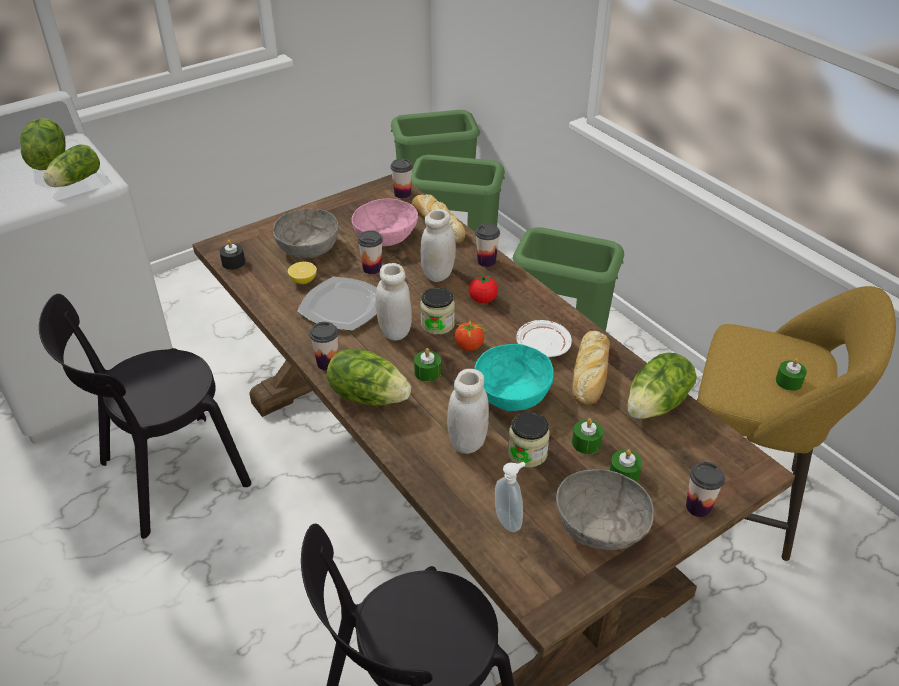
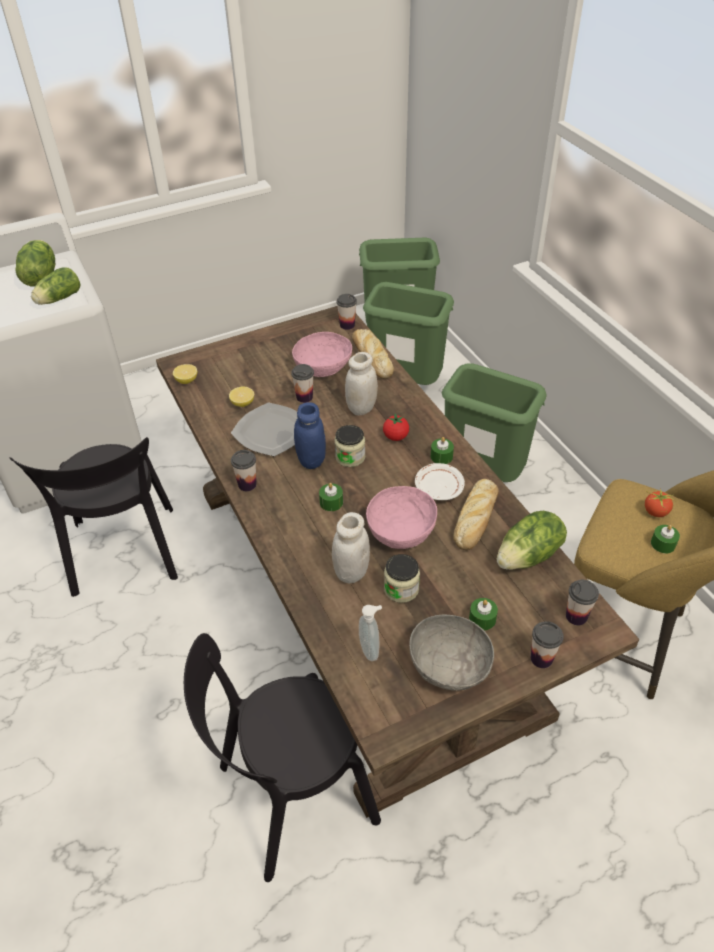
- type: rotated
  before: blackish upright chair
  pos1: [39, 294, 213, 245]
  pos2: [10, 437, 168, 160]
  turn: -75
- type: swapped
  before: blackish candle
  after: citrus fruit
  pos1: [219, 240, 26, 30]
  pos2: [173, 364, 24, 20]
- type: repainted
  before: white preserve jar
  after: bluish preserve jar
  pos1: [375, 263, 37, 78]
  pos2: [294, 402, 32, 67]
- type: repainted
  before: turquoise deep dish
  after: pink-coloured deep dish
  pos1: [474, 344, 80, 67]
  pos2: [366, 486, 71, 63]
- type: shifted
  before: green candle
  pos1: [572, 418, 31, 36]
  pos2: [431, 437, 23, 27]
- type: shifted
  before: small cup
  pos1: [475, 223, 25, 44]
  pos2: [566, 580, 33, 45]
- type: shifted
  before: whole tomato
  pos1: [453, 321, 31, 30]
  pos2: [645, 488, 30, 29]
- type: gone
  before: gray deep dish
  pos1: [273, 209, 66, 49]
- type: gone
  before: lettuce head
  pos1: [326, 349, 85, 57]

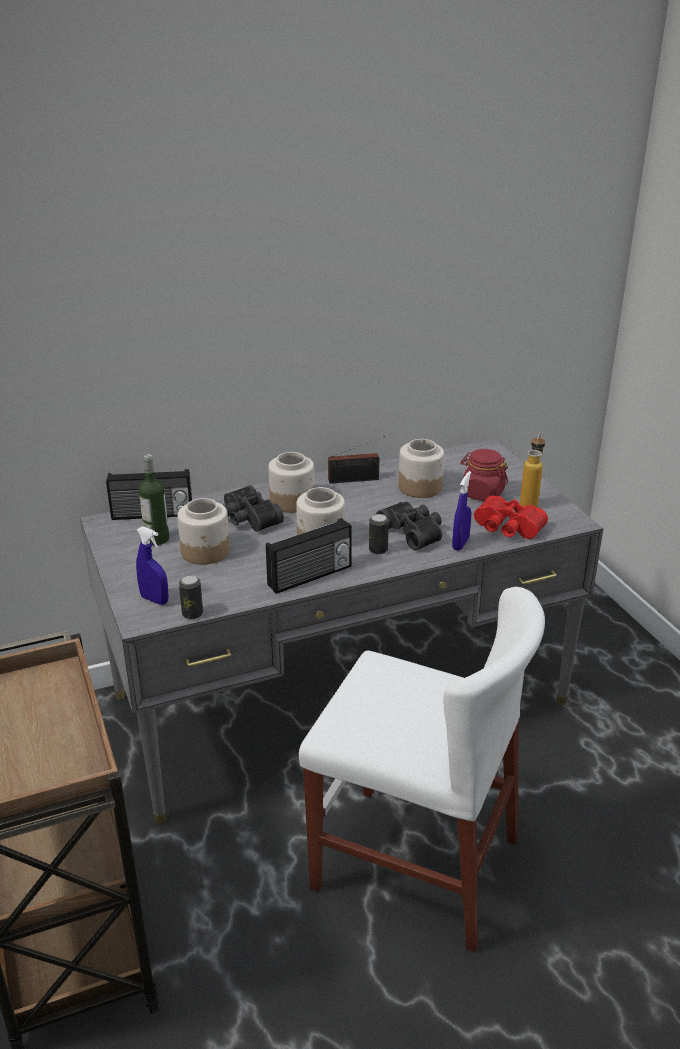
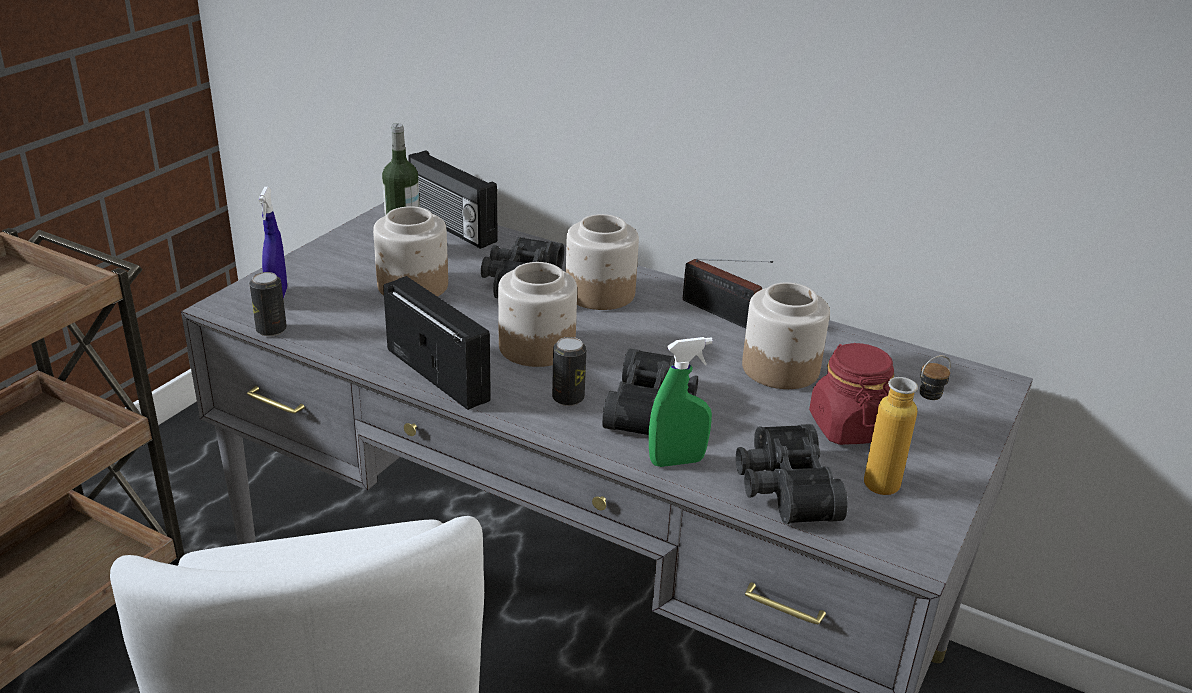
- type: rotated
  before: radio
  pos1: [266, 518, 86, 76]
  pos2: [383, 276, 108, 134]
  turn: -150
- type: repainted
  before: bluish hand sprayer
  after: green hand sprayer
  pos1: [452, 471, 19, 80]
  pos2: [649, 337, 64, 130]
- type: repainted
  before: red pair of binoculars
  after: blackish pair of binoculars
  pos1: [474, 496, 74, 43]
  pos2: [736, 424, 112, 100]

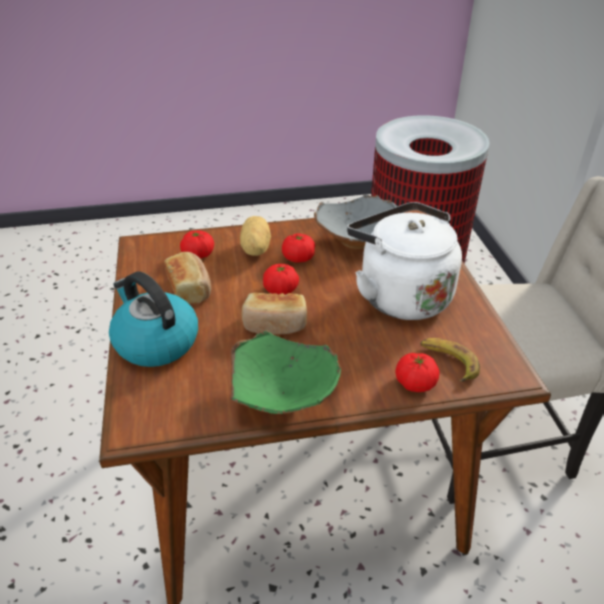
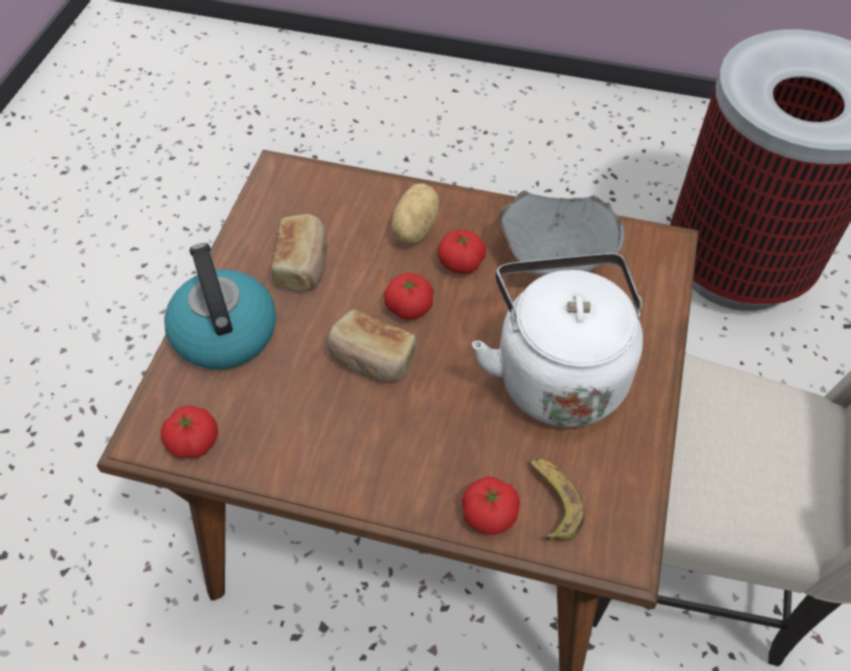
- type: shifted
  before: whole tomato
  pos1: [180, 230, 34, 29]
  pos2: [161, 405, 57, 54]
- type: gone
  before: green deep dish
  pos1: [230, 330, 111, 84]

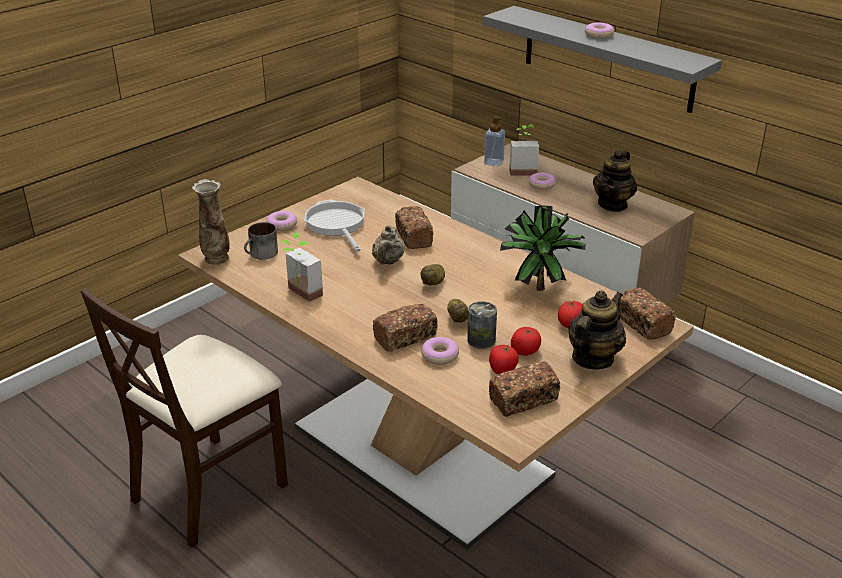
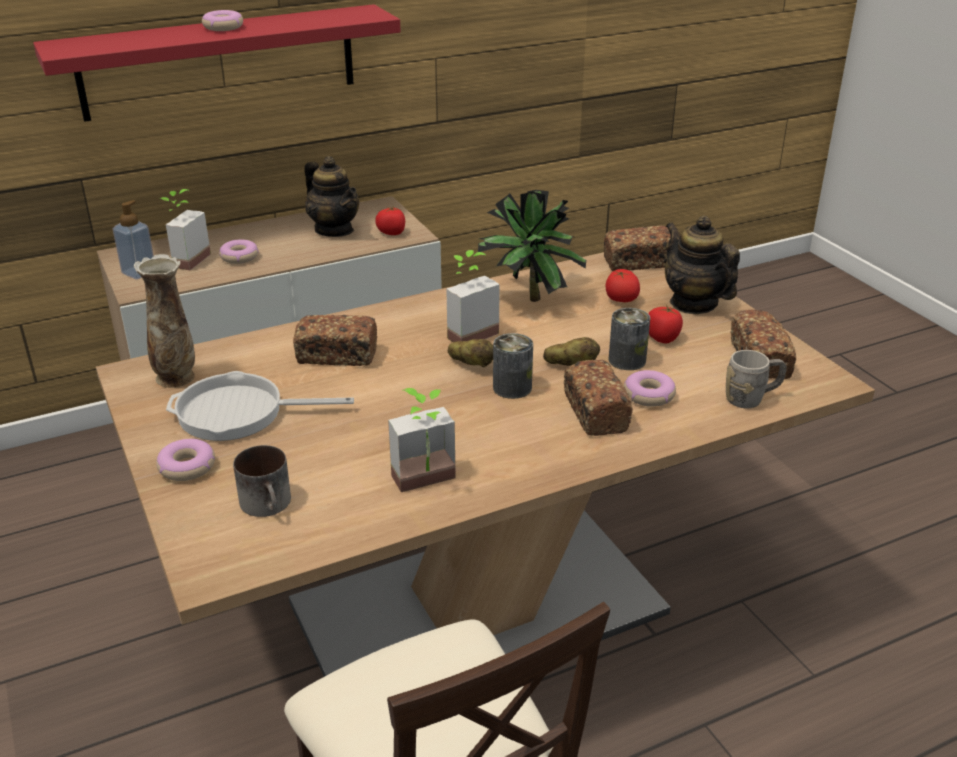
- type: repainted
  before: gray wall shelf
  after: red wall shelf
  pos1: [483, 6, 239, 107]
  pos2: [33, 4, 368, 118]
- type: shifted
  before: vase
  pos1: [192, 179, 38, 86]
  pos2: [134, 254, 61, 134]
- type: shifted
  before: whole tomato
  pos1: [489, 345, 30, 29]
  pos2: [375, 206, 30, 29]
- type: new
  after: houseplant
  pos2: [446, 250, 54, 92]
- type: new
  after: metal can
  pos2: [493, 333, 40, 66]
- type: new
  after: gray mug
  pos2: [725, 350, 62, 58]
- type: gone
  before: beige pot for tea
  pos1: [372, 225, 32, 40]

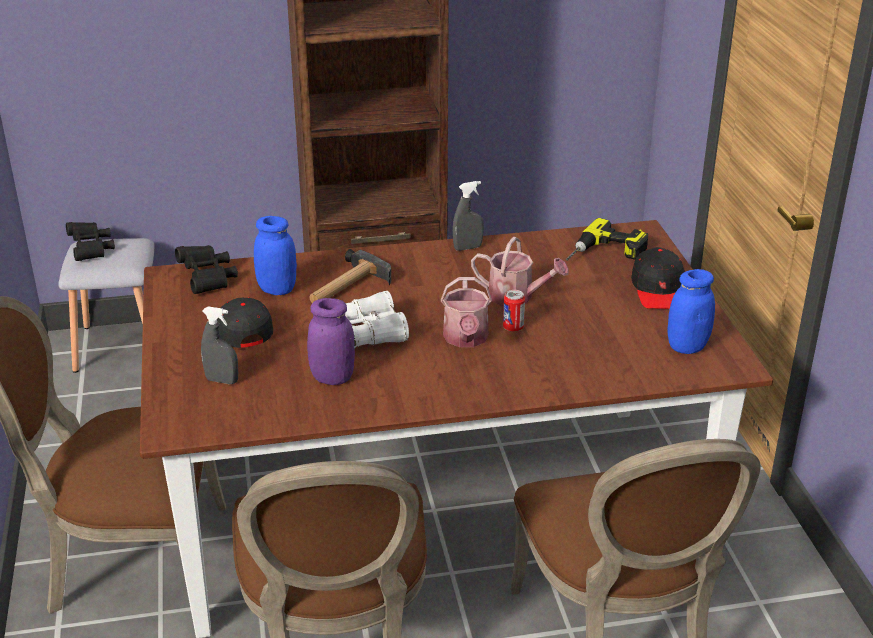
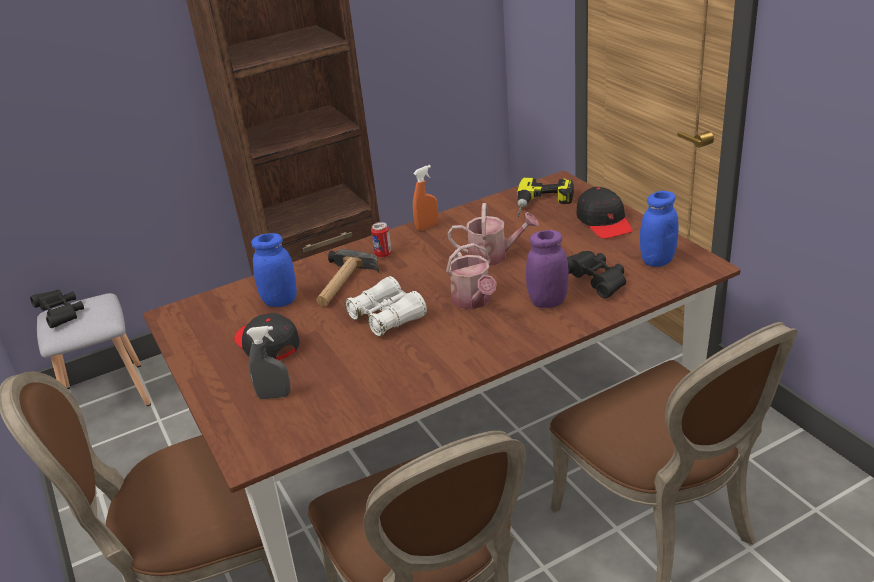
- type: shifted
  before: metal can
  pos1: [503, 290, 22, 42]
  pos2: [371, 222, 21, 36]
- type: repainted
  before: gray hand sprayer
  after: orange-coloured hand sprayer
  pos1: [453, 181, 31, 70]
  pos2: [413, 165, 25, 66]
- type: shifted
  before: purple-coloured preserve jar
  pos1: [307, 298, 48, 87]
  pos2: [526, 230, 43, 78]
- type: shifted
  before: blackish pair of binoculars
  pos1: [175, 245, 63, 49]
  pos2: [567, 251, 59, 47]

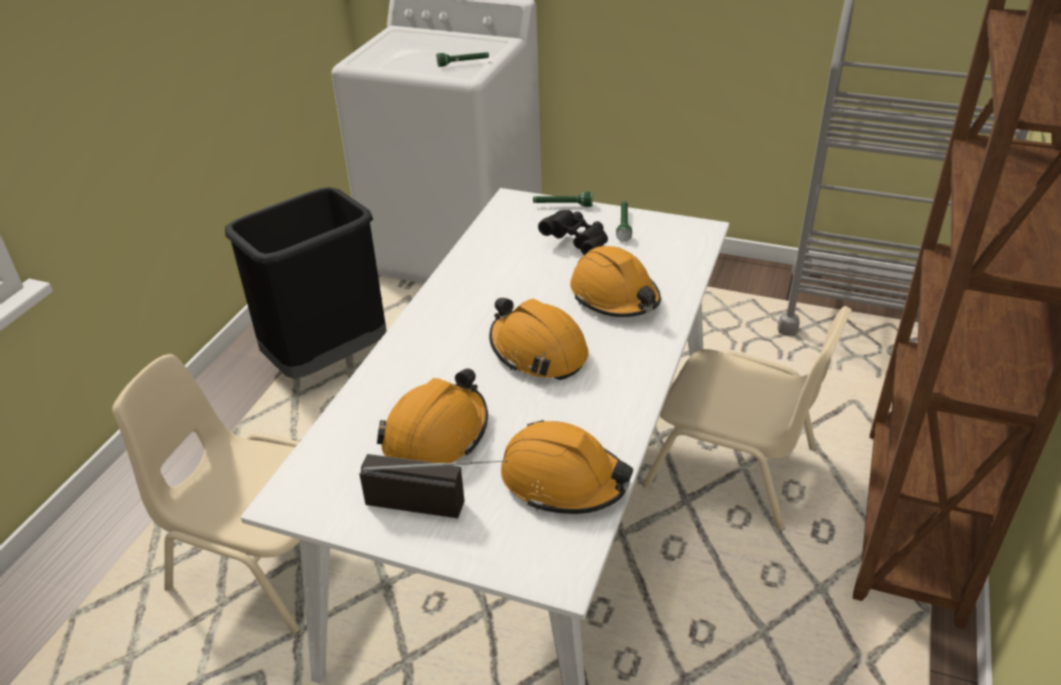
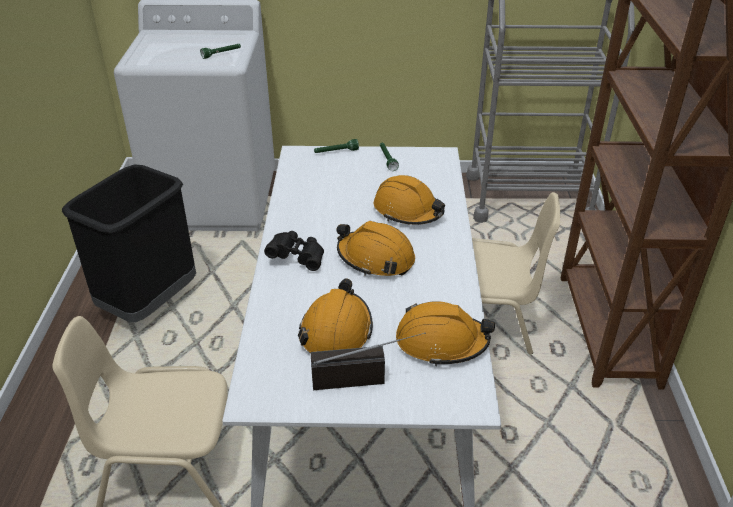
- type: shifted
  before: blackish pair of binoculars
  pos1: [538, 210, 70, 45]
  pos2: [264, 231, 60, 40]

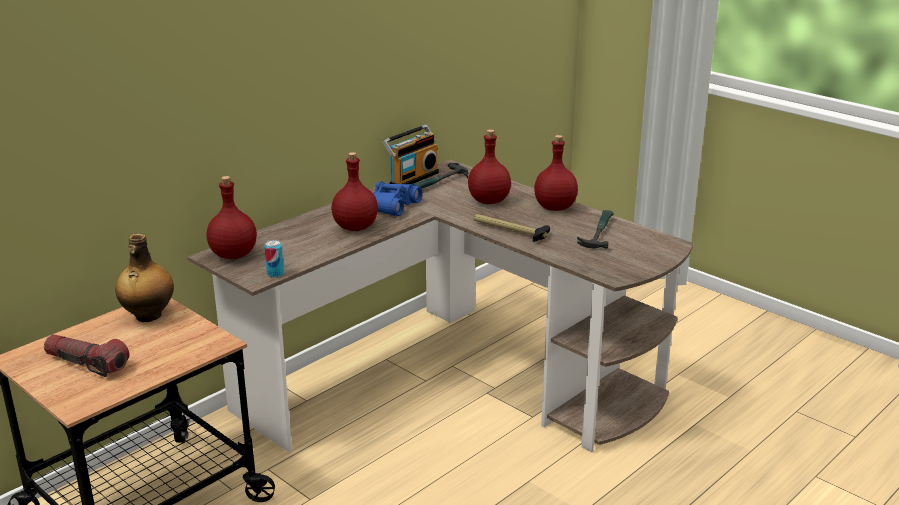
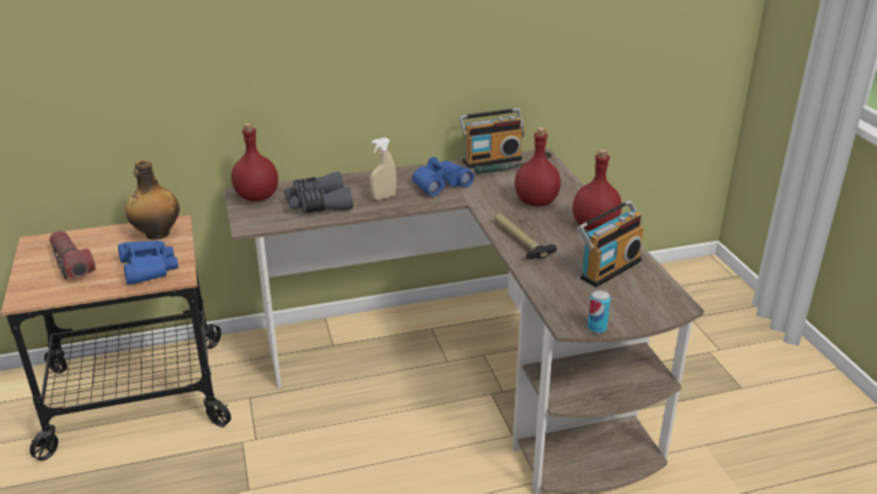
- type: new
  after: bluish pair of binoculars
  pos2: [118, 240, 60, 44]
- type: new
  after: gray pair of binoculars
  pos2: [284, 172, 69, 41]
- type: swapped
  before: red bottle
  after: beige hand sprayer
  pos1: [332, 152, 46, 79]
  pos2: [370, 137, 26, 63]
- type: swapped
  before: tool hammer
  after: radio
  pos1: [577, 210, 37, 39]
  pos2: [577, 200, 67, 87]
- type: shifted
  before: metal can
  pos1: [265, 240, 19, 38]
  pos2: [587, 290, 24, 43]

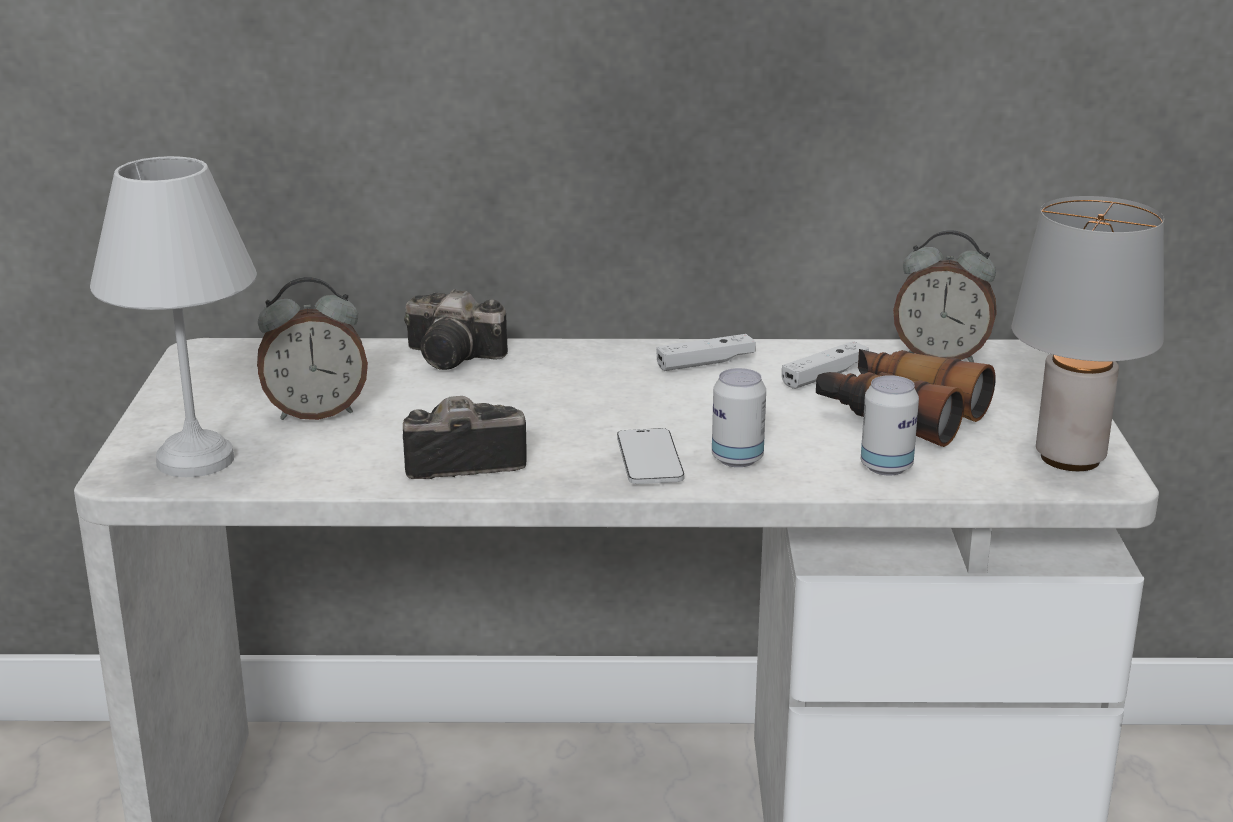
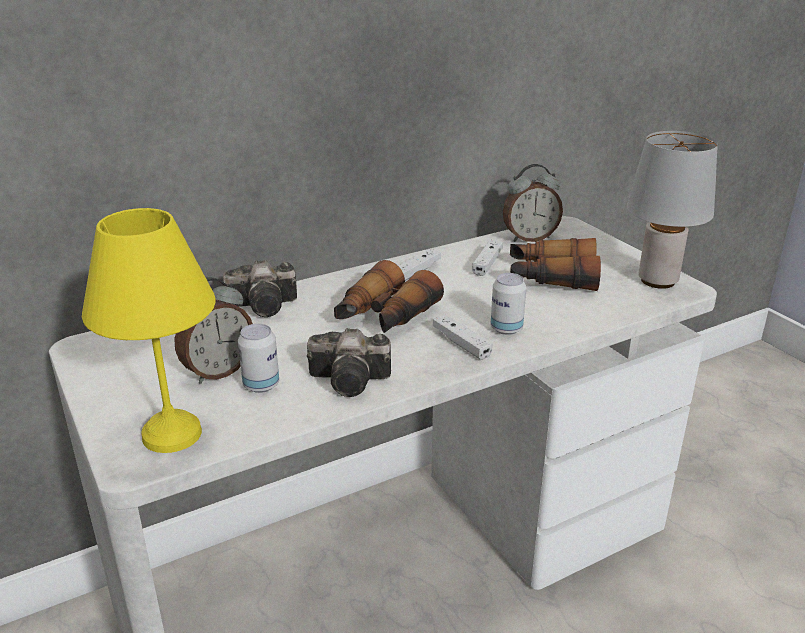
- type: repainted
  before: white table lamp
  after: yellowish table lamp
  pos1: [90, 156, 167, 321]
  pos2: [82, 208, 134, 245]
- type: shifted
  before: metal can
  pos1: [861, 375, 58, 101]
  pos2: [238, 324, 41, 69]
- type: rotated
  before: still camera
  pos1: [403, 396, 124, 83]
  pos2: [307, 328, 84, 69]
  turn: -135
- type: new
  after: pair of binoculars
  pos2: [334, 260, 110, 73]
- type: swapped
  before: telephone
  after: white game controller
  pos1: [617, 428, 67, 56]
  pos2: [433, 314, 60, 46]

